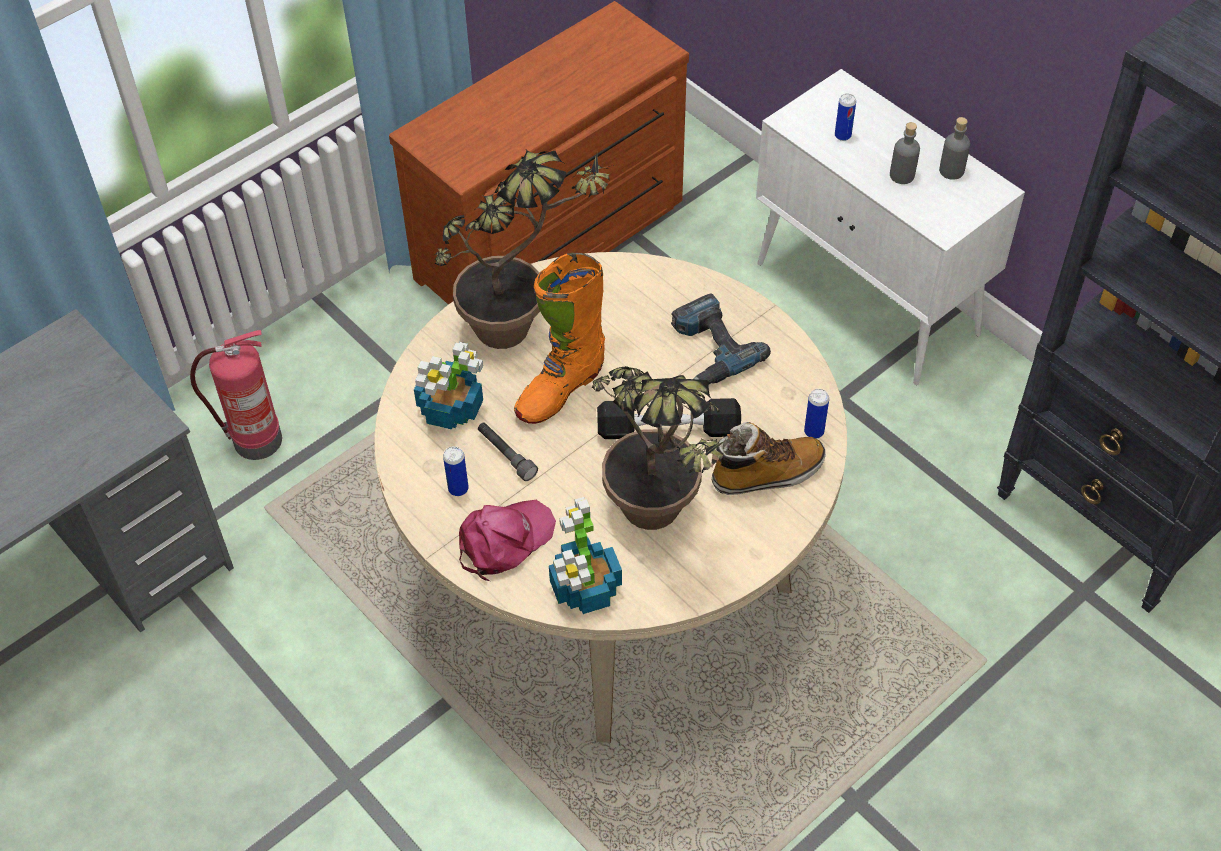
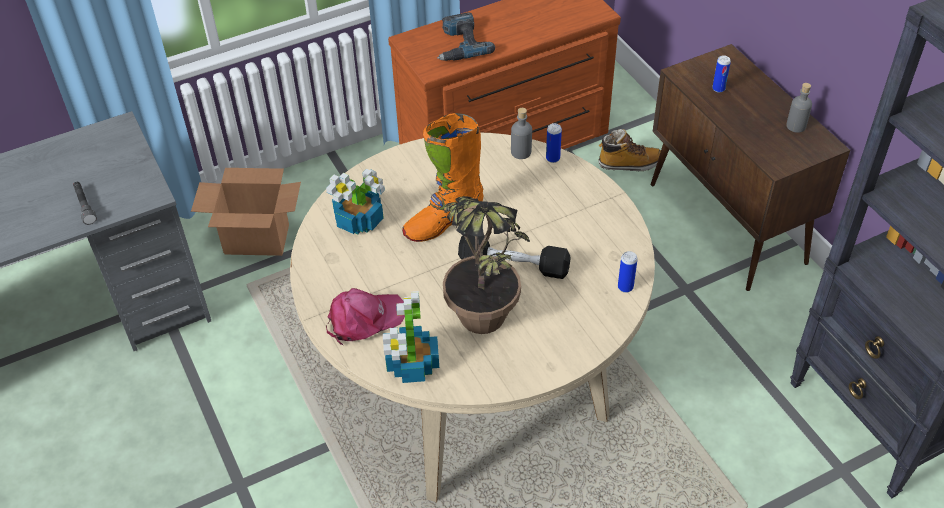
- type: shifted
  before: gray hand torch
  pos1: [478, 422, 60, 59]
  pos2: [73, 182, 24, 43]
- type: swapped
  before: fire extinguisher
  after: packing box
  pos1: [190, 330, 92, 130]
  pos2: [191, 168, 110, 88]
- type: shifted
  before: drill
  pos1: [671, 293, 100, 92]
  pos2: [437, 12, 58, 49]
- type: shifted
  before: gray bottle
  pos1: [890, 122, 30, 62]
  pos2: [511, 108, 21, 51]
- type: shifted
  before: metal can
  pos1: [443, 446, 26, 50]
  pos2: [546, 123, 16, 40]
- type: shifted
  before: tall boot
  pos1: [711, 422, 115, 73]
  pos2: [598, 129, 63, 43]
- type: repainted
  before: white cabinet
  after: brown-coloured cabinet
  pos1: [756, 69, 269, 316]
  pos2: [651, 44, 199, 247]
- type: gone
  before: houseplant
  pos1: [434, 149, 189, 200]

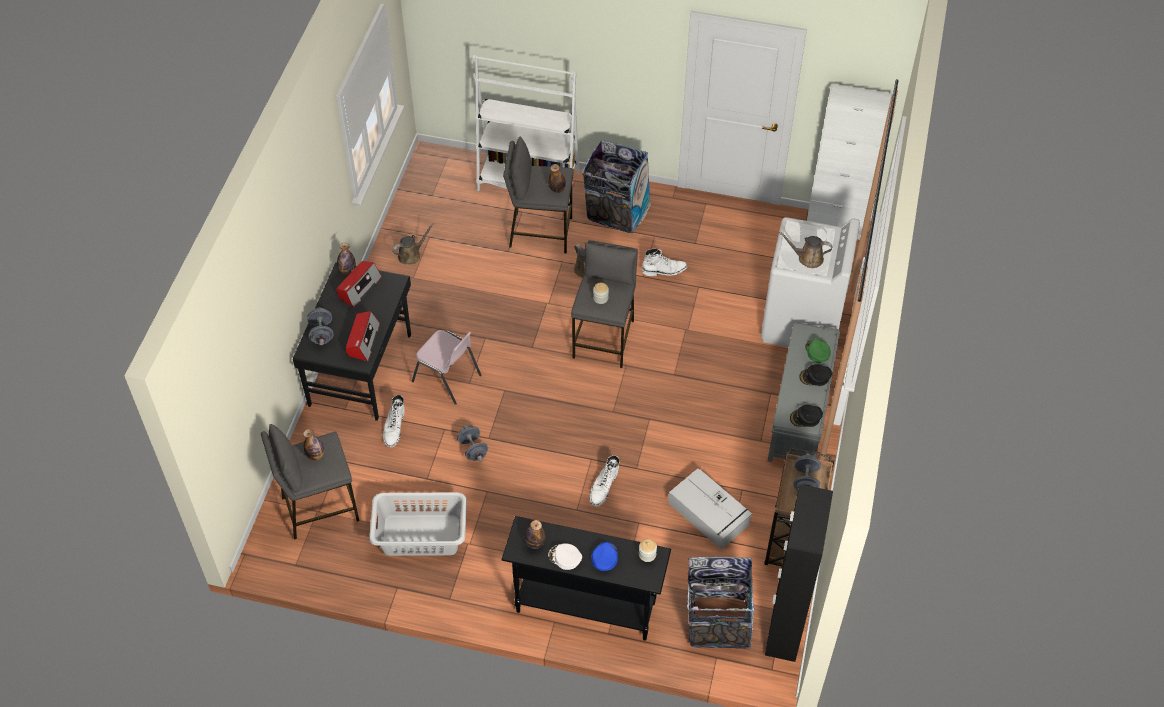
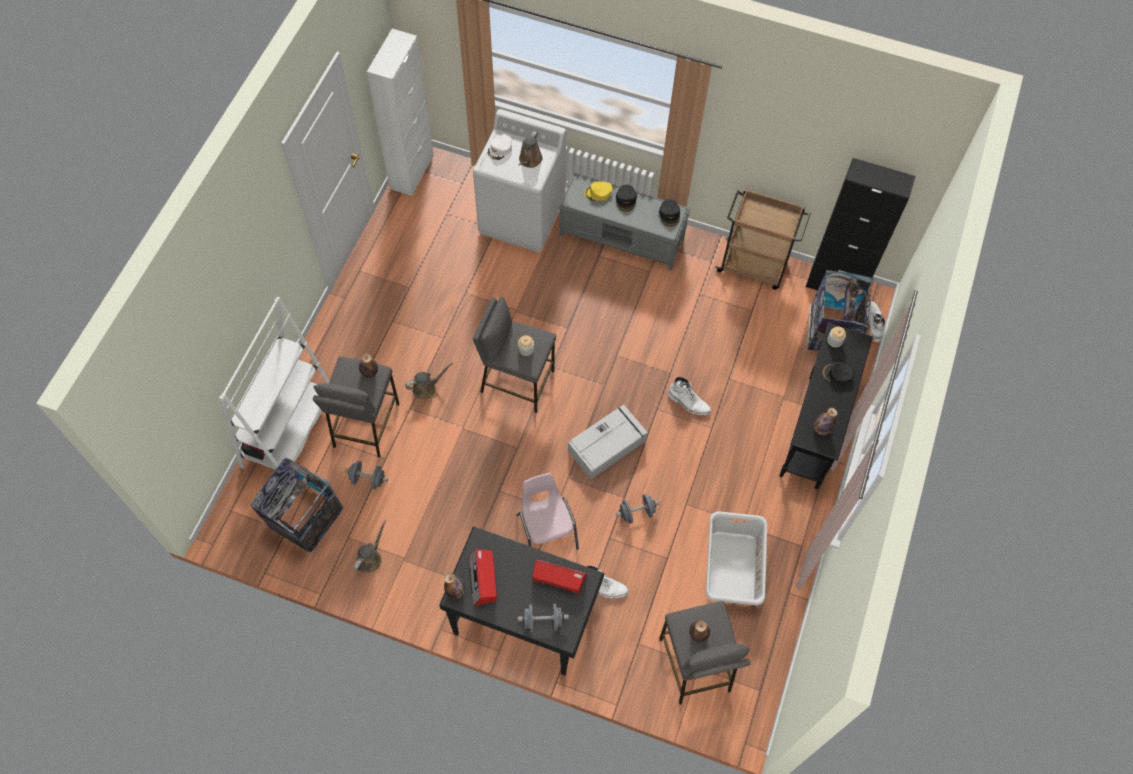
- type: shifted
  before: rubbish bin
  pos1: [582, 141, 69, 92]
  pos2: [250, 456, 93, 96]
- type: shifted
  before: gray dumbbell
  pos1: [793, 453, 28, 38]
  pos2: [345, 461, 43, 28]
- type: rotated
  before: brown-coloured watering pot
  pos1: [392, 223, 42, 41]
  pos2: [354, 521, 32, 52]
  turn: 60
- type: rotated
  before: radio
  pos1: [337, 261, 45, 47]
  pos2: [469, 549, 28, 57]
  turn: -135
- type: shifted
  before: white cap
  pos1: [548, 543, 34, 27]
  pos2: [487, 135, 25, 25]
- type: rotated
  before: pink-coloured upright chair
  pos1: [412, 330, 69, 75]
  pos2: [516, 473, 63, 77]
  turn: -60
- type: shifted
  before: gray storage box
  pos1: [668, 468, 84, 82]
  pos2: [568, 404, 80, 75]
- type: repainted
  before: green cap
  after: yellowish cap
  pos1: [805, 338, 26, 25]
  pos2: [584, 181, 29, 20]
- type: repainted
  before: bluish cap
  after: blackish cap
  pos1: [591, 542, 27, 29]
  pos2: [821, 362, 34, 23]
- type: shifted
  before: white tall boot
  pos1: [642, 249, 45, 27]
  pos2: [866, 301, 19, 41]

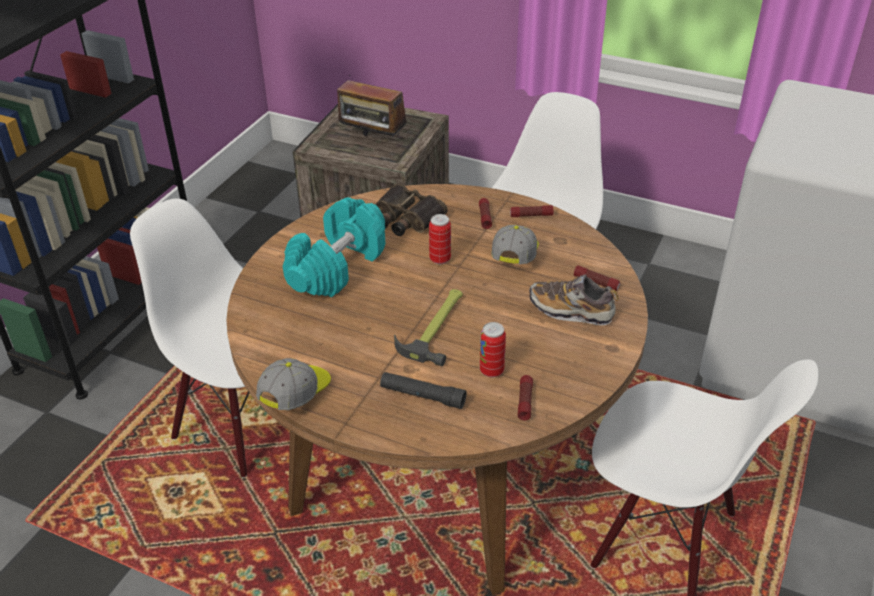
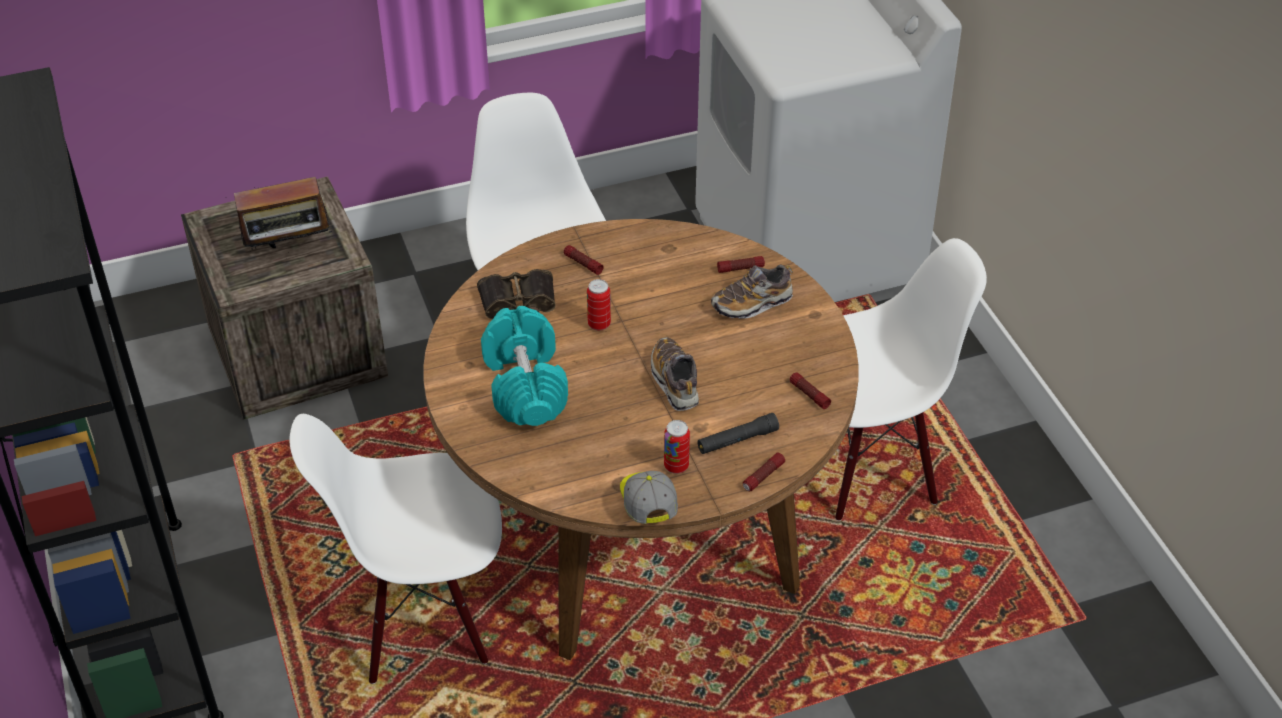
- type: swapped
  before: tool hammer
  after: shoe
  pos1: [394, 289, 69, 77]
  pos2: [651, 337, 48, 74]
- type: shifted
  before: metal can
  pos1: [480, 322, 26, 55]
  pos2: [664, 420, 26, 54]
- type: shifted
  before: hand torch
  pos1: [510, 205, 43, 12]
  pos2: [743, 452, 42, 39]
- type: gone
  before: cap
  pos1: [491, 225, 48, 39]

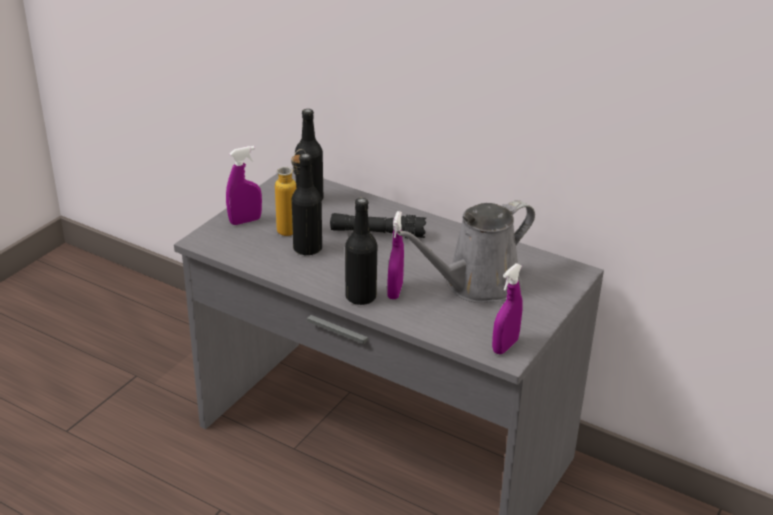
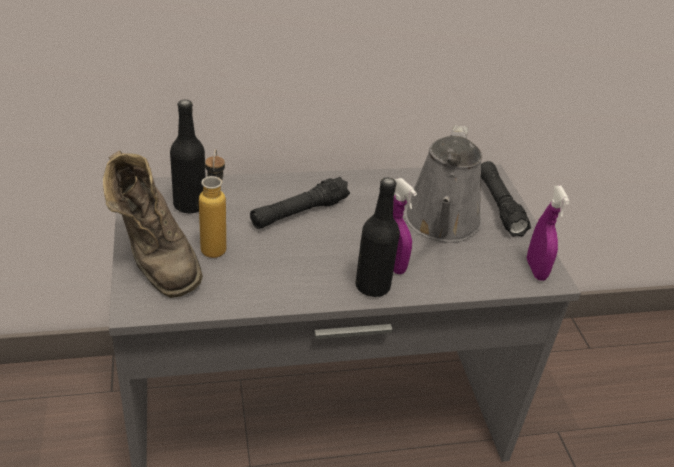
- type: swapped
  before: purple-coloured hand sprayer
  after: brown-coloured tall boot
  pos1: [226, 146, 36, 79]
  pos2: [103, 150, 100, 148]
- type: new
  after: blackish hand torch
  pos2: [481, 161, 50, 76]
- type: gone
  before: blackish bottle
  pos1: [291, 153, 31, 102]

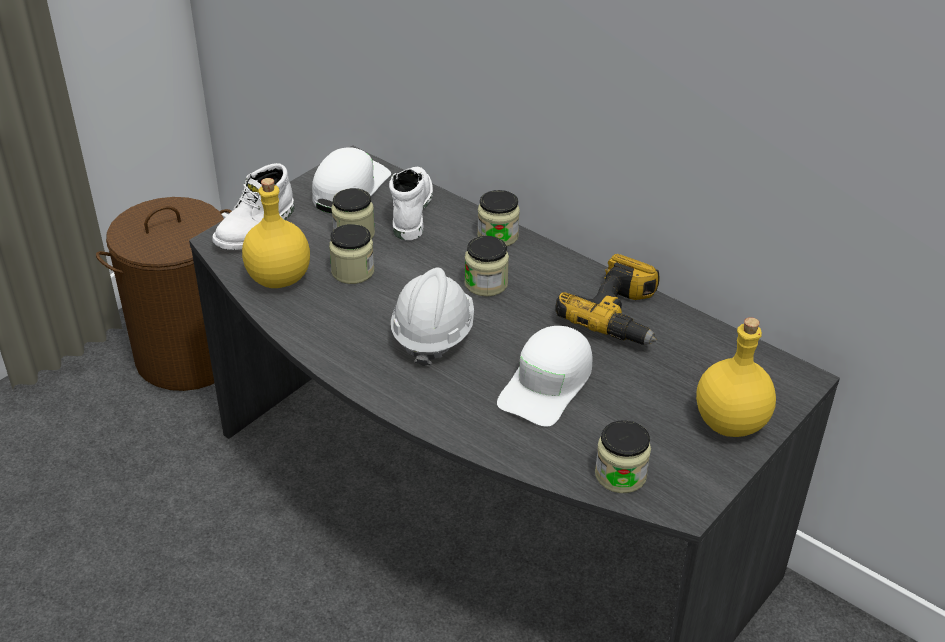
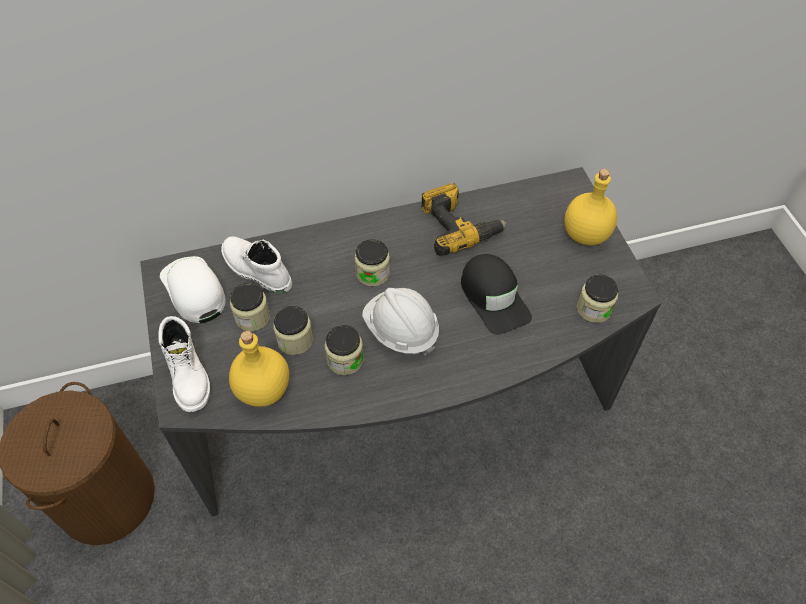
- type: shifted
  before: preserve jar
  pos1: [477, 190, 43, 56]
  pos2: [325, 325, 39, 50]
- type: repainted
  before: white cap
  after: blackish cap
  pos1: [497, 326, 95, 101]
  pos2: [461, 254, 71, 81]

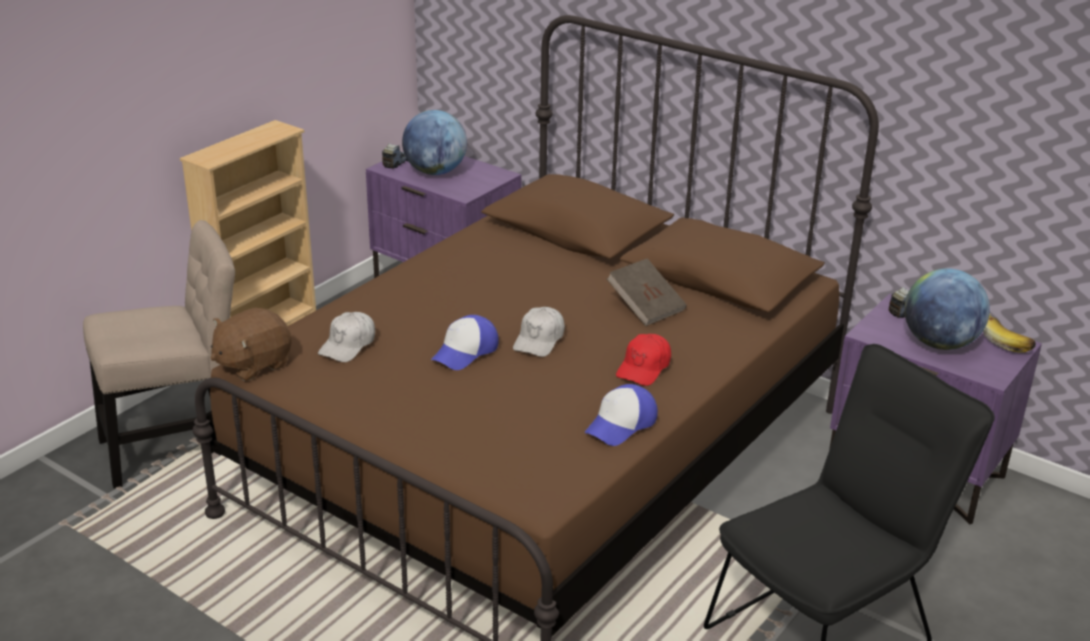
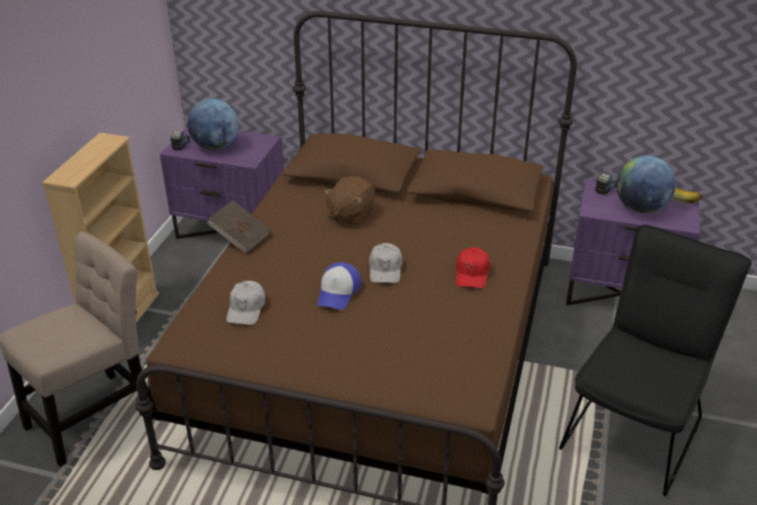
- type: shifted
  before: brown-coloured bound book
  pos1: [607, 259, 80, 67]
  pos2: [207, 201, 64, 53]
- type: shifted
  before: brown-coloured cuddly toy
  pos1: [211, 308, 80, 73]
  pos2: [324, 176, 51, 50]
- type: gone
  before: cap
  pos1: [585, 384, 73, 62]

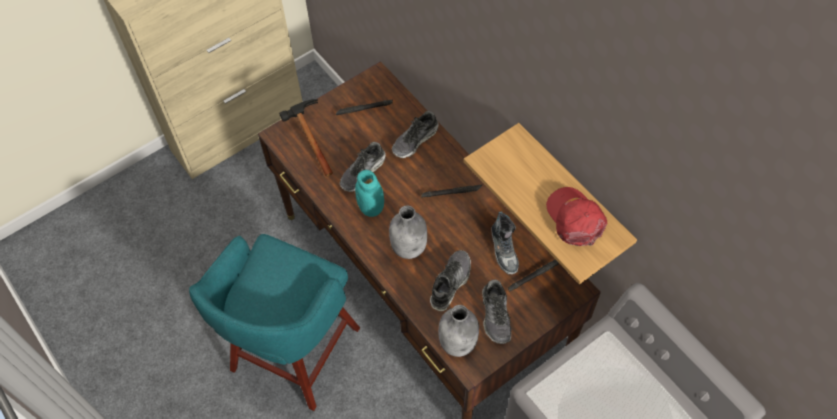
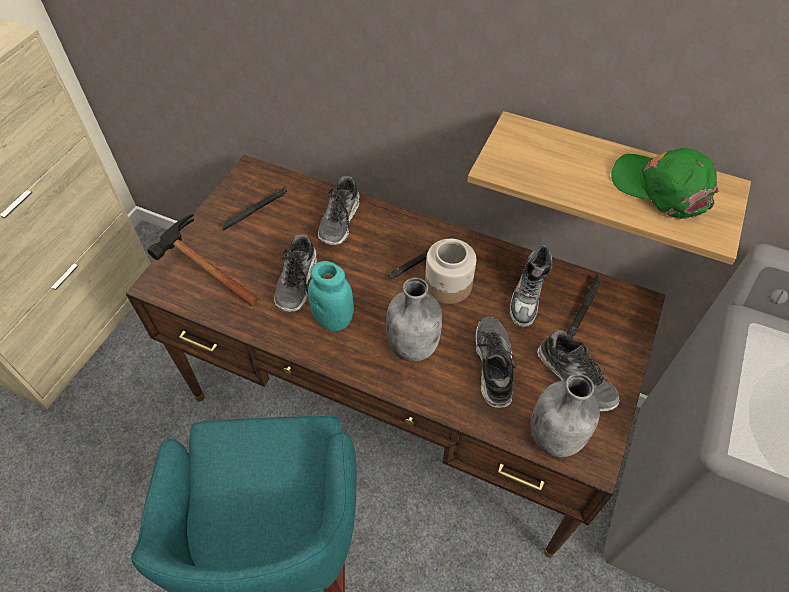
- type: new
  after: preserve jar
  pos2: [425, 239, 51, 65]
- type: rotated
  before: shoe
  pos1: [491, 211, 28, 63]
  pos2: [510, 244, 43, 83]
  turn: 60
- type: repainted
  before: red cap
  after: green cap
  pos1: [546, 187, 61, 59]
  pos2: [611, 148, 108, 71]

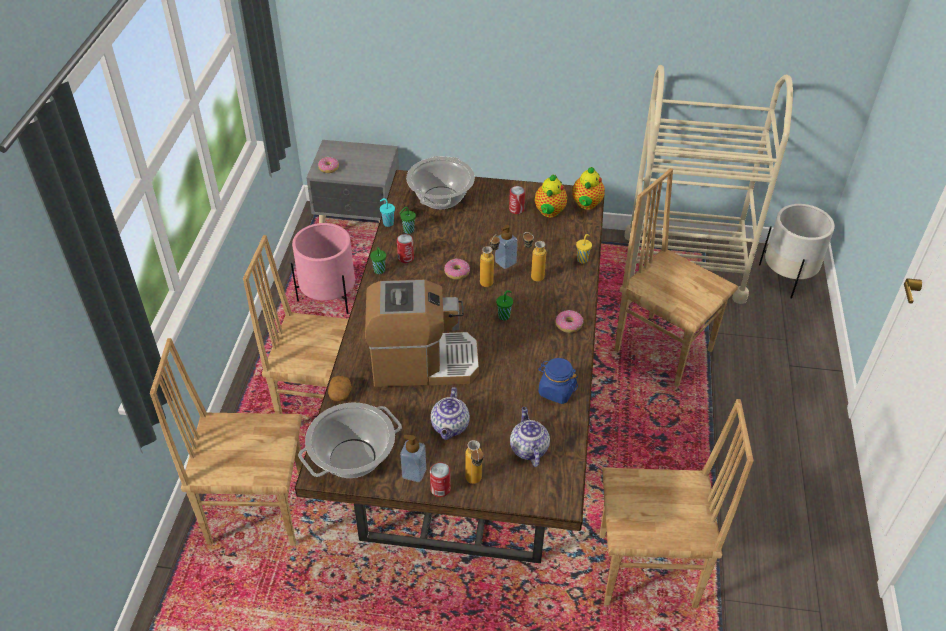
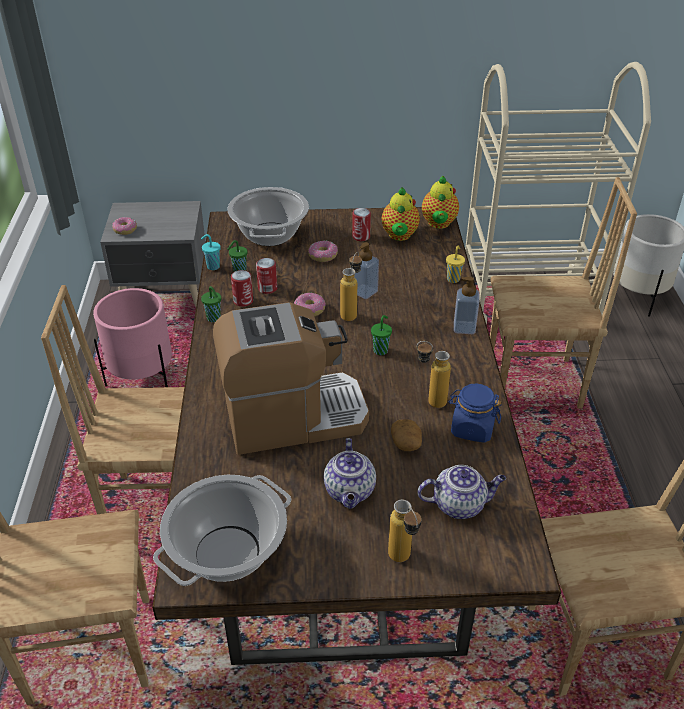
- type: shifted
  before: metal can
  pos1: [430, 462, 21, 35]
  pos2: [256, 258, 21, 36]
- type: shifted
  before: donut
  pos1: [556, 310, 27, 23]
  pos2: [308, 241, 30, 21]
- type: shifted
  before: whole potato
  pos1: [328, 376, 24, 25]
  pos2: [391, 419, 31, 32]
- type: shifted
  before: bottle
  pos1: [523, 232, 23, 50]
  pos2: [417, 341, 34, 67]
- type: rotated
  before: pot for tea
  pos1: [510, 407, 40, 60]
  pos2: [417, 465, 89, 54]
  turn: 105
- type: shifted
  before: liquid soap bottle
  pos1: [400, 435, 26, 47]
  pos2: [454, 277, 26, 57]
- type: rotated
  before: brown-coloured upright chair
  pos1: [615, 168, 123, 219]
  pos2: [490, 177, 147, 231]
  turn: 150

